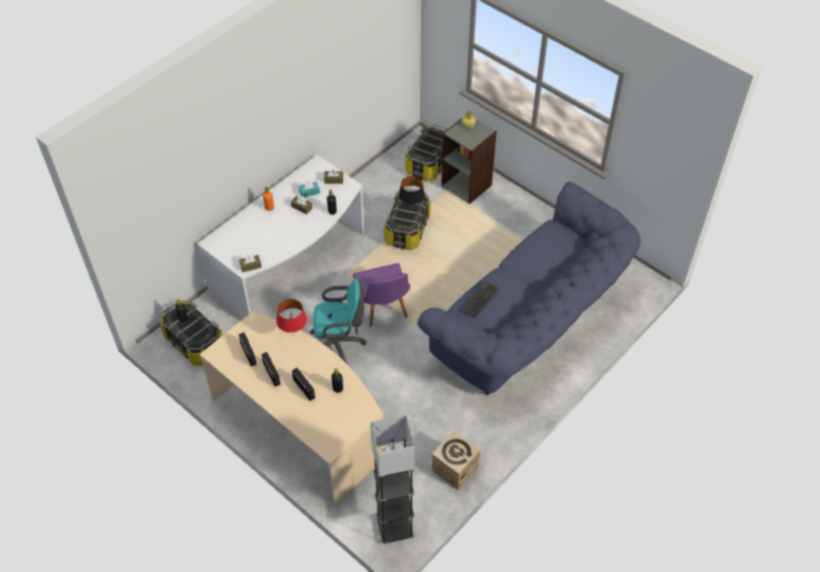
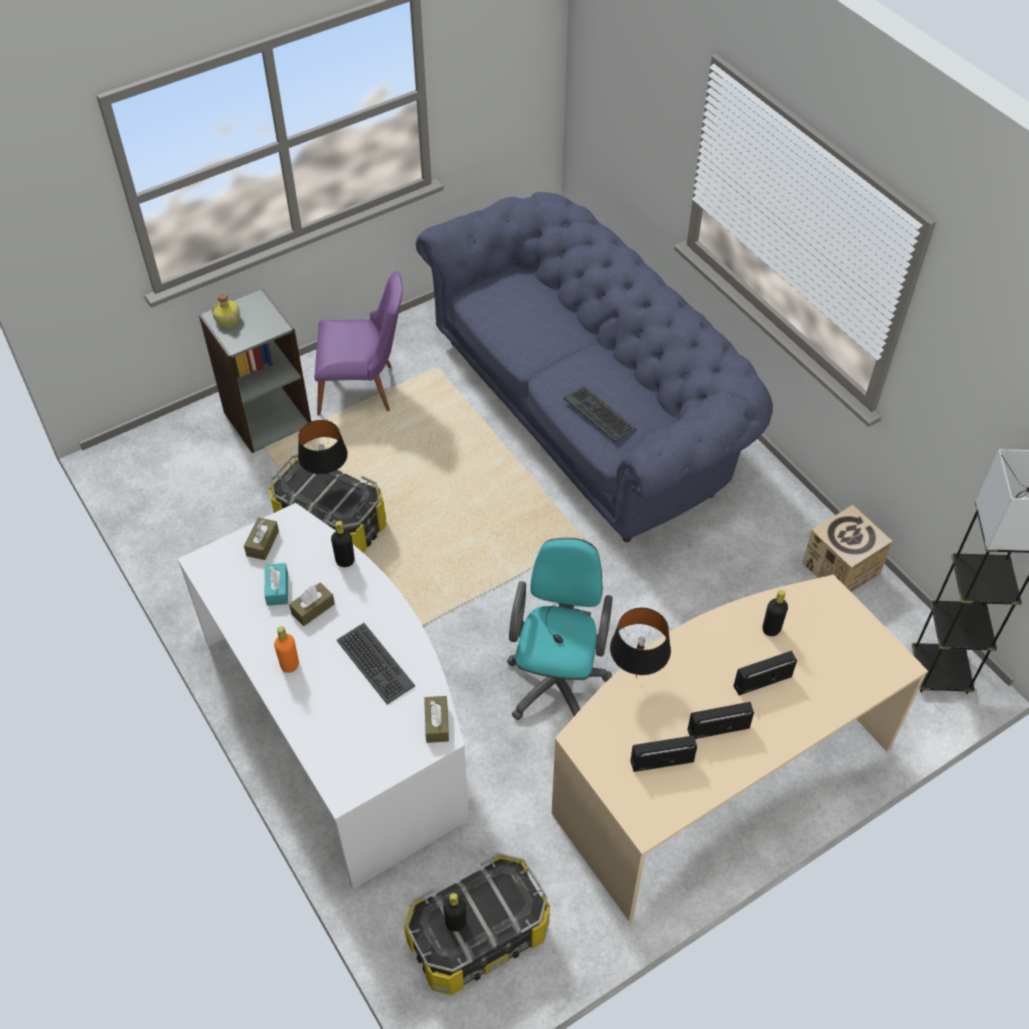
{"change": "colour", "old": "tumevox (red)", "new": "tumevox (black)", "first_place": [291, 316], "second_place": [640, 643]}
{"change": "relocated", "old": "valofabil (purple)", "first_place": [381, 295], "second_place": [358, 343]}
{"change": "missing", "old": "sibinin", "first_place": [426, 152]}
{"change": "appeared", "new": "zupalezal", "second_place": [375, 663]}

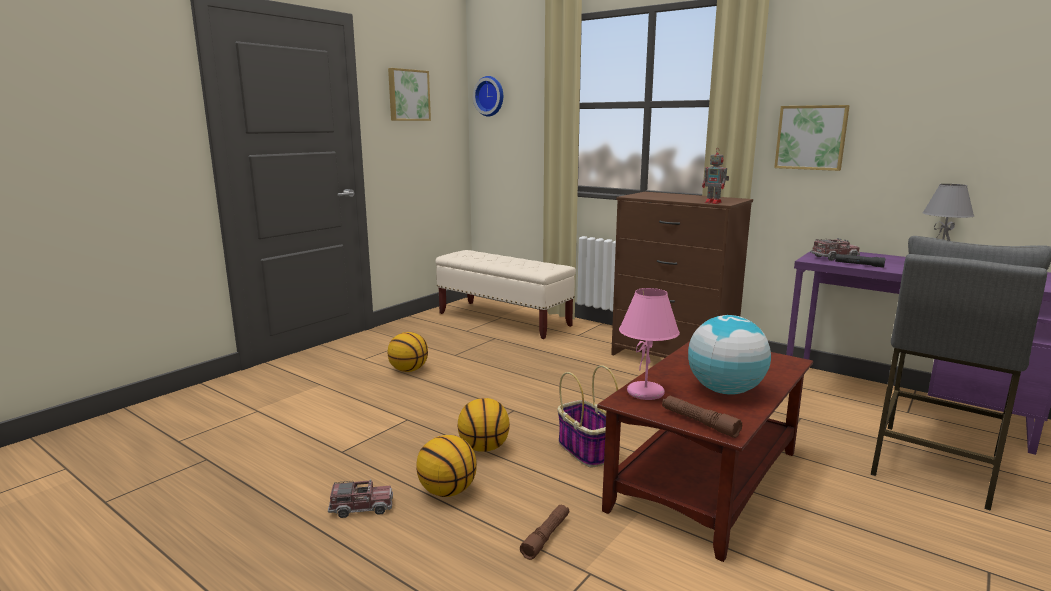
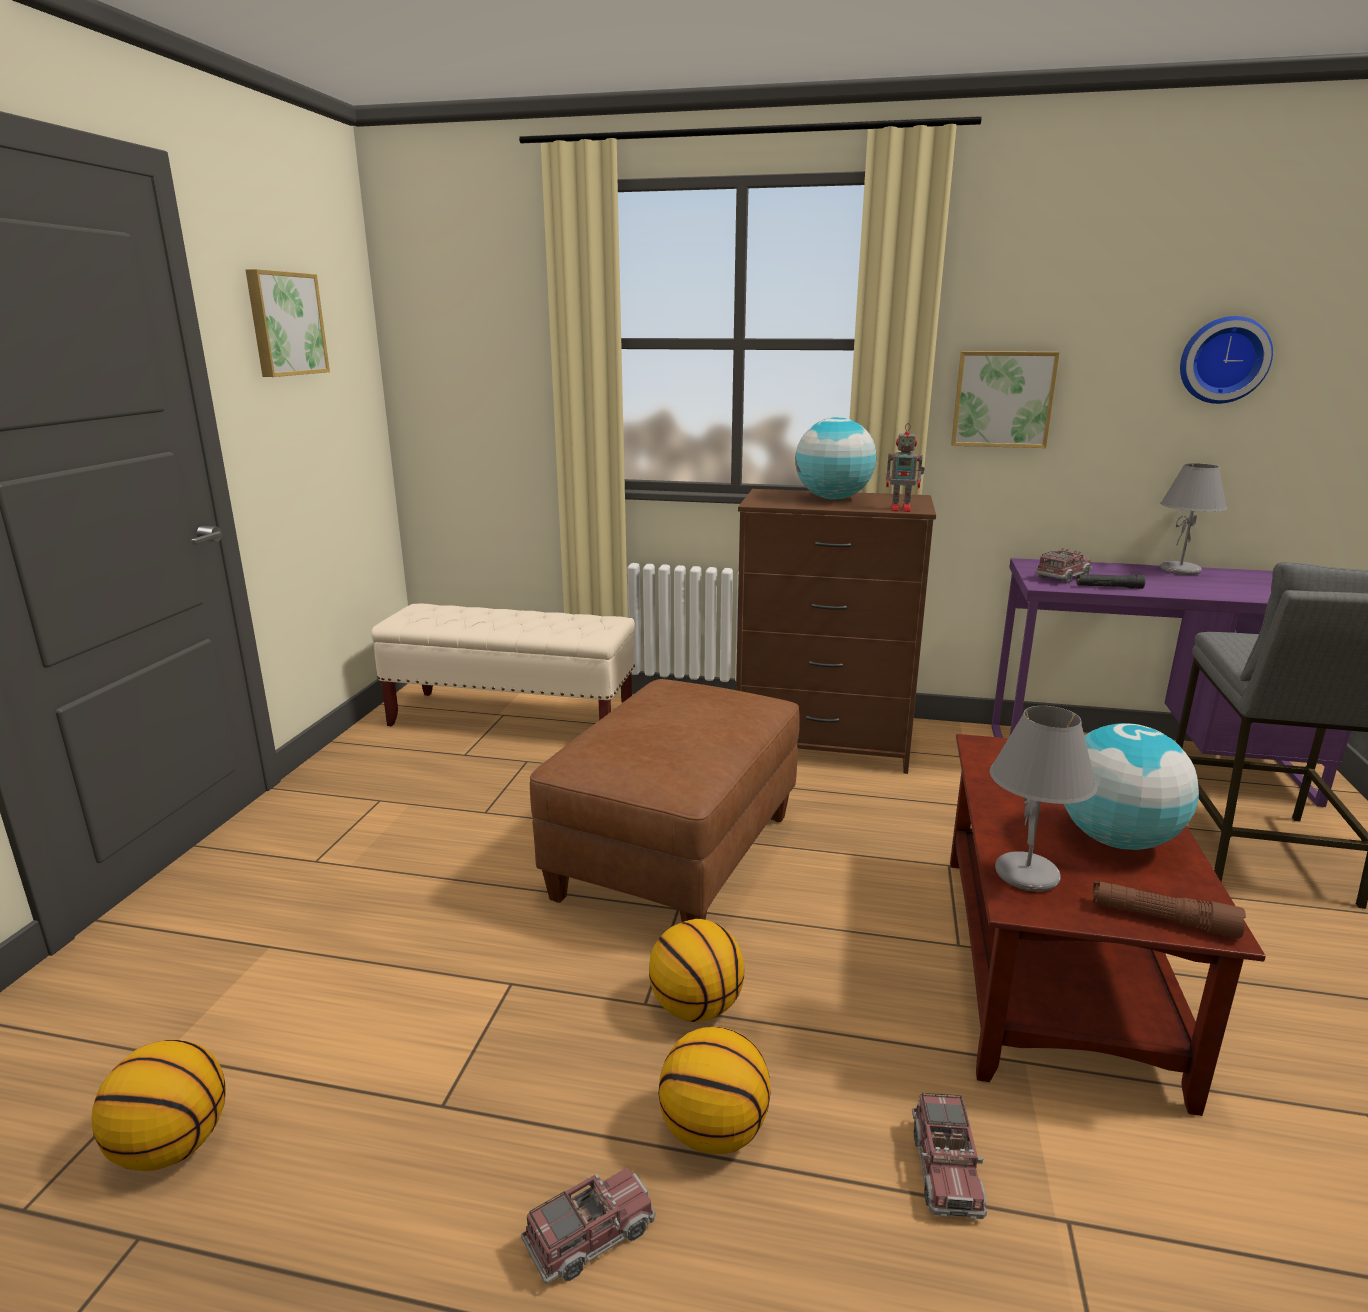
{"change": "relocated", "old": "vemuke", "first_place": [408, 352], "second_place": [159, 1105]}
{"change": "relocated", "old": "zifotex", "first_place": [488, 96], "second_place": [1226, 360]}
{"change": "exchanged", "old": "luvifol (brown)", "new": "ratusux", "first_place": [544, 532], "second_place": [949, 1156]}
{"change": "missing", "old": "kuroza", "first_place": [588, 416]}
{"change": "colour", "old": "tumevox (pink)", "new": "tumevox (grey)", "first_place": [649, 344], "second_place": [1043, 798]}
{"change": "appeared", "new": "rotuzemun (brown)", "second_place": [665, 800]}
{"change": "appeared", "new": "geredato", "second_place": [835, 458]}

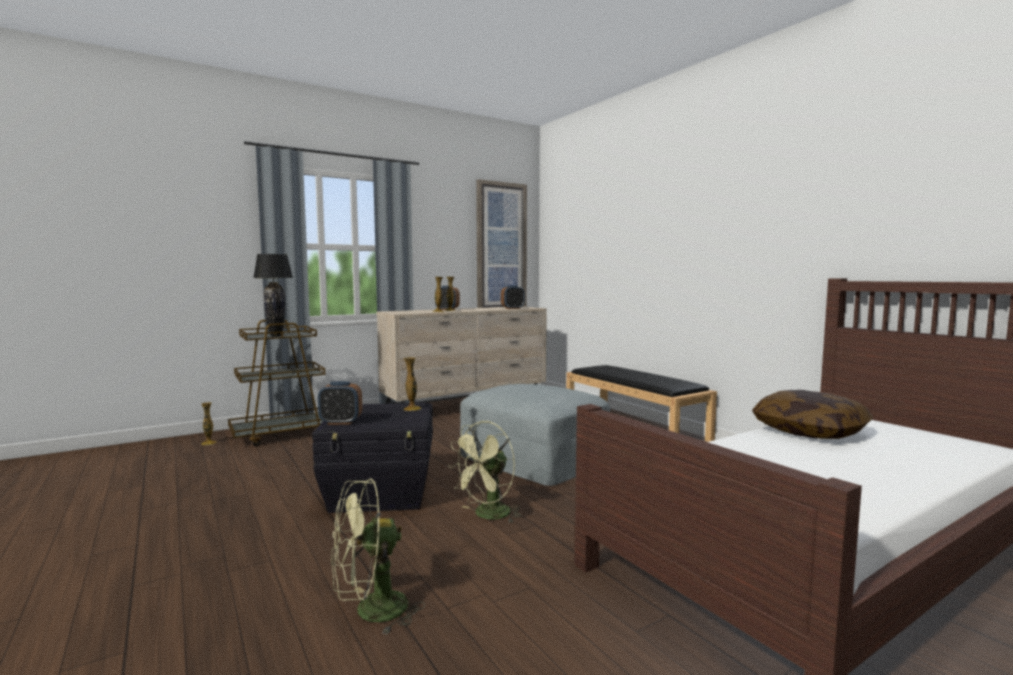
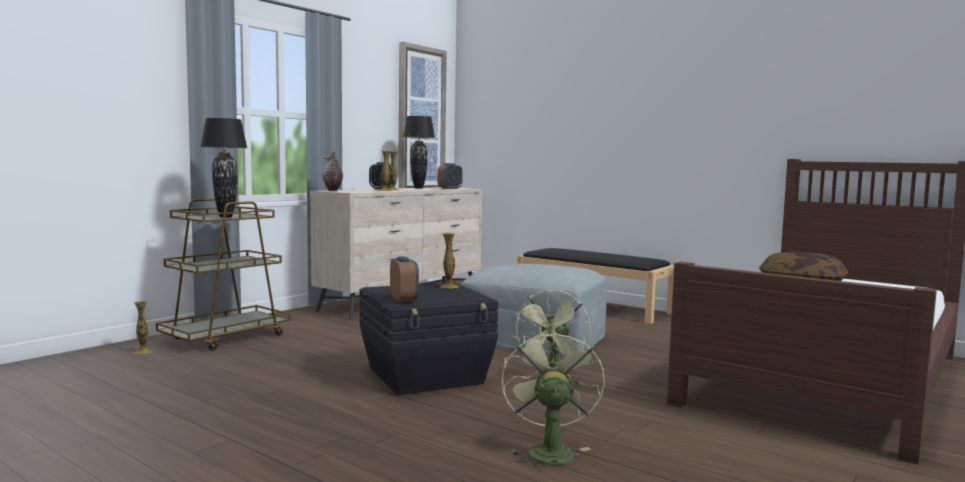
{"change": "spun", "old": "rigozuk", "first_place": [340, 403], "second_place": [404, 279], "degrees": -90}
{"change": "spun", "old": "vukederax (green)", "first_place": [378, 556], "second_place": [553, 399], "degrees": 135}
{"change": "appeared", "new": "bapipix", "second_place": [332, 170]}
{"change": "appeared", "new": "tumevox (black)", "second_place": [419, 152]}

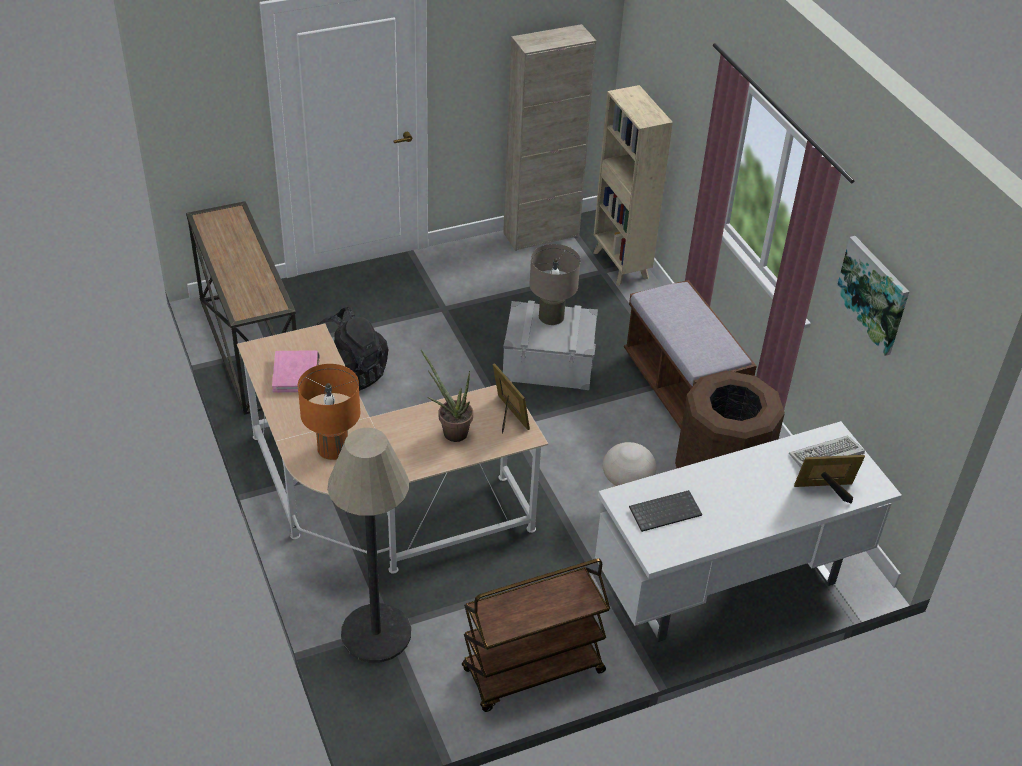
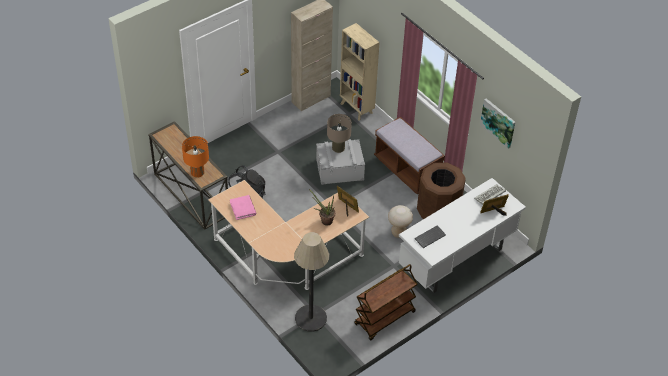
{"change": "relocated", "old": "tumevox (orange)", "first_place": [329, 412], "second_place": [195, 157]}

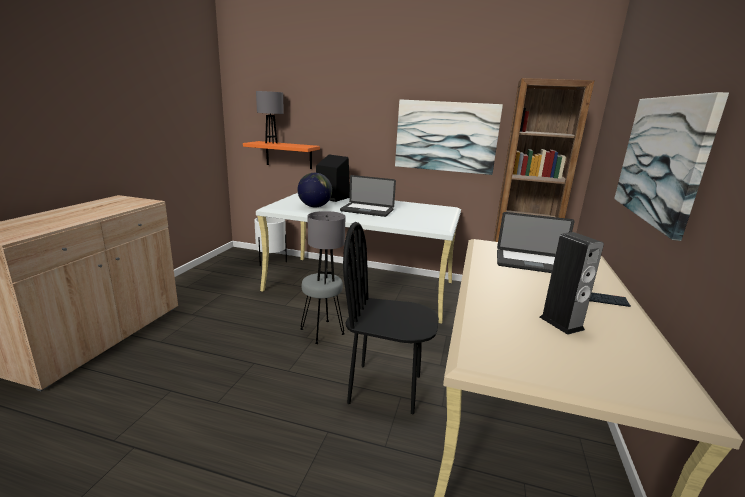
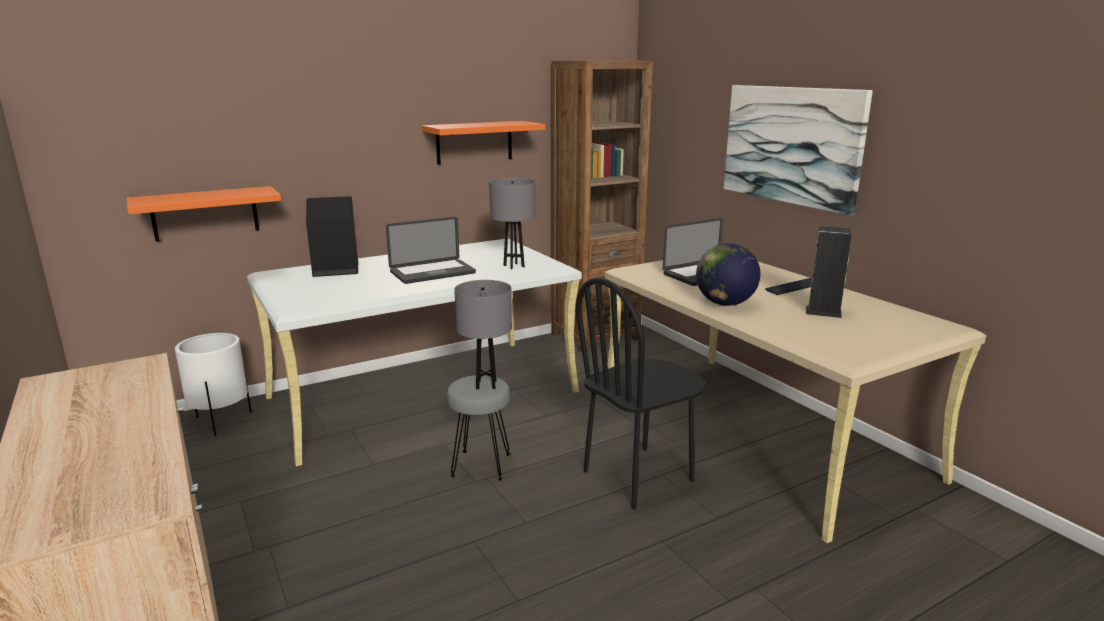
{"change": "relocated", "old": "tumevox (grey)", "first_place": [270, 117], "second_place": [512, 223]}
{"change": "relocated", "old": "geredato", "first_place": [314, 190], "second_place": [728, 274]}
{"change": "exchanged", "old": "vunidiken", "new": "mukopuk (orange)", "first_place": [449, 137], "second_place": [483, 143]}

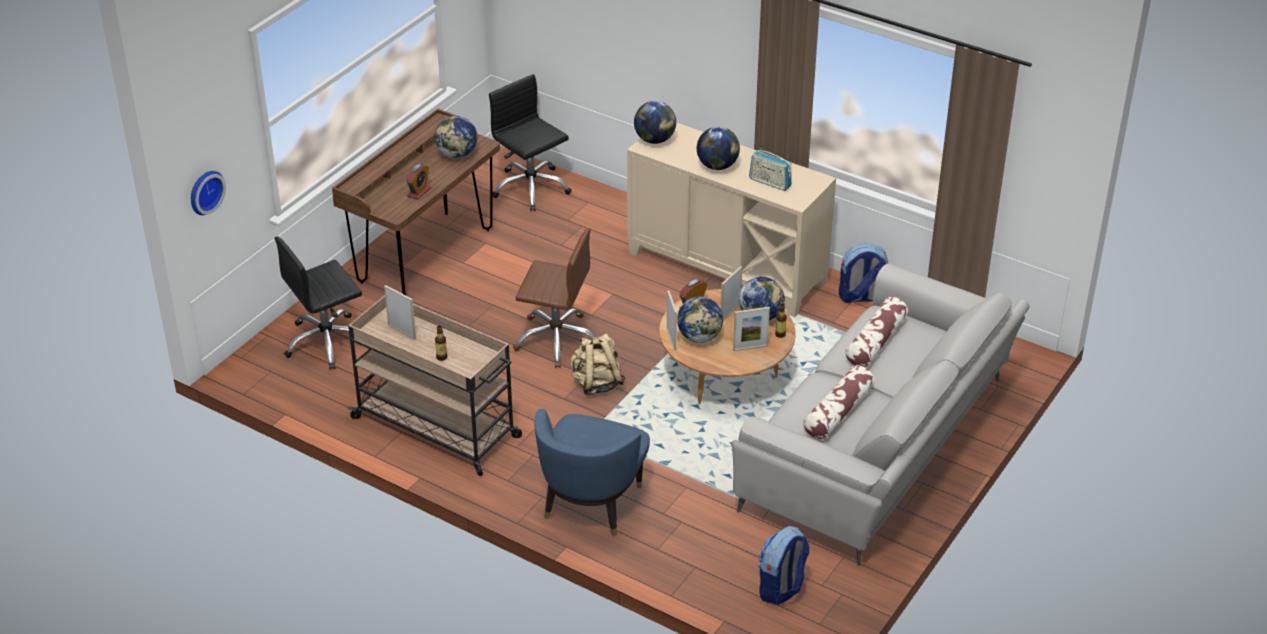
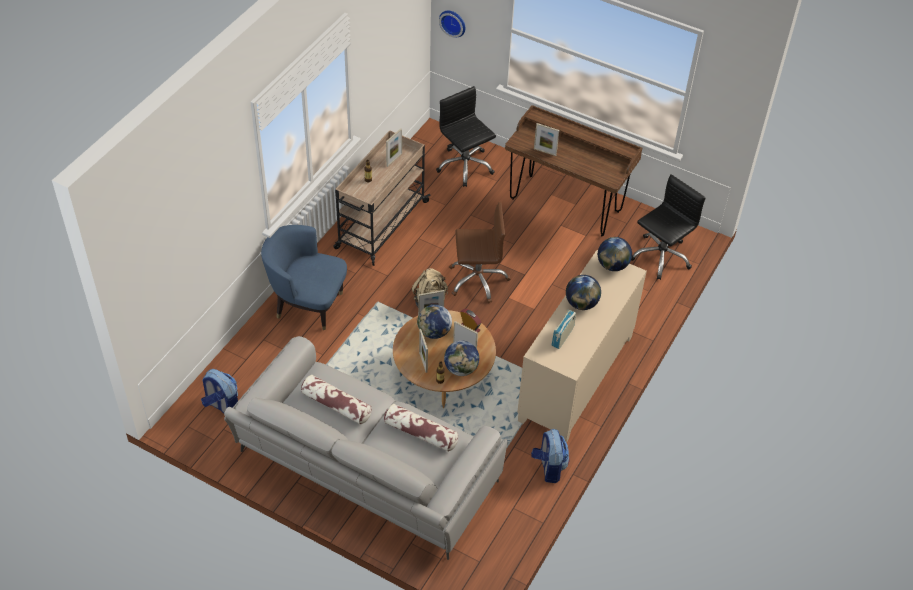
{"change": "exchanged", "old": "rigozuk", "new": "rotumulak", "first_place": [418, 182], "second_place": [546, 139]}
{"change": "missing", "old": "geredato", "first_place": [456, 137]}
{"change": "spun", "old": "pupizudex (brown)", "first_place": [554, 298], "second_place": [479, 252], "degrees": -105}

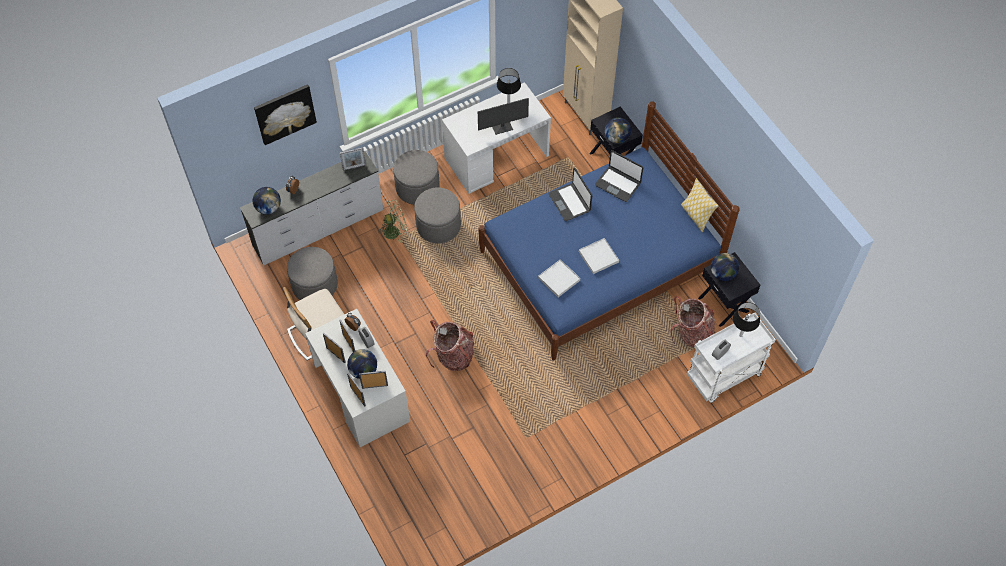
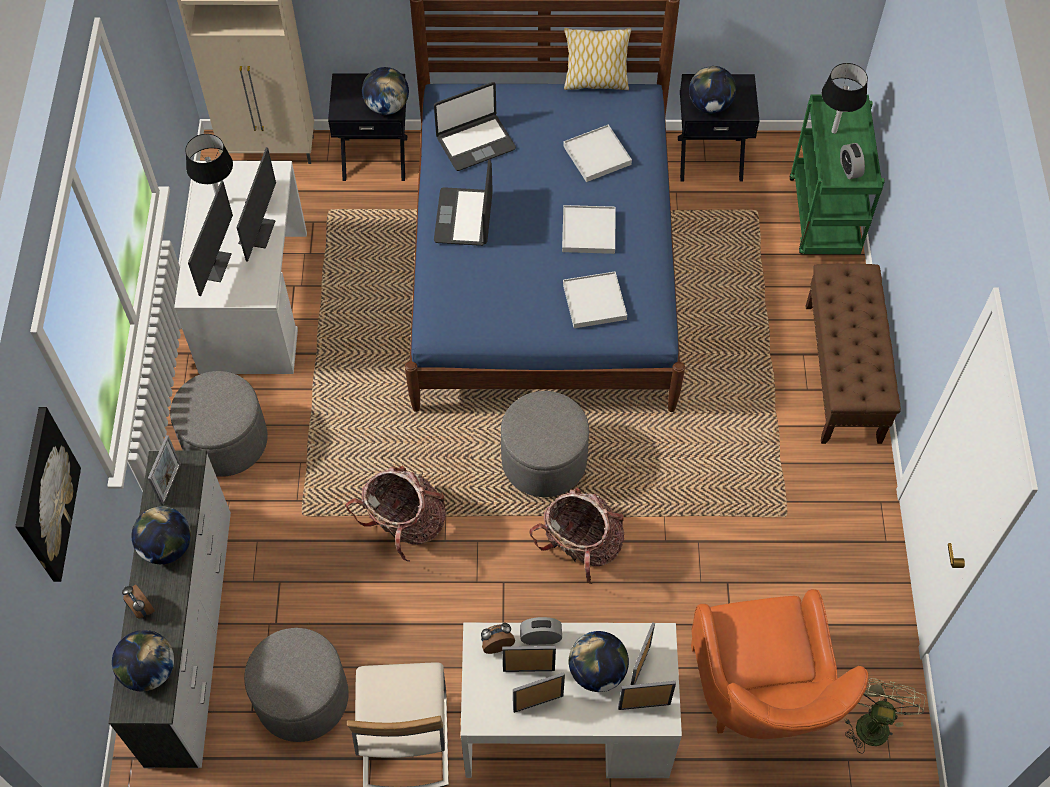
{"change": "relocated", "old": "vukederax (green)", "first_place": [392, 221], "second_place": [884, 716]}
{"change": "relocated", "old": "rotuzemun (grey)", "first_place": [437, 215], "second_place": [545, 444]}
{"change": "spun", "old": "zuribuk", "first_place": [570, 194], "second_place": [463, 203], "degrees": 90}
{"change": "relocated", "old": "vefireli", "first_place": [692, 321], "second_place": [396, 514]}
{"change": "colour", "old": "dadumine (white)", "new": "dadumine (green)", "first_place": [731, 357], "second_place": [837, 174]}
{"change": "appeared", "new": "geredato", "second_place": [161, 535]}
{"change": "appeared", "new": "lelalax", "second_place": [210, 238]}
{"change": "appeared", "new": "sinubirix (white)", "second_place": [597, 153]}
{"change": "appeared", "new": "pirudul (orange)", "second_place": [779, 664]}
{"change": "appeared", "new": "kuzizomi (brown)", "second_place": [853, 354]}

